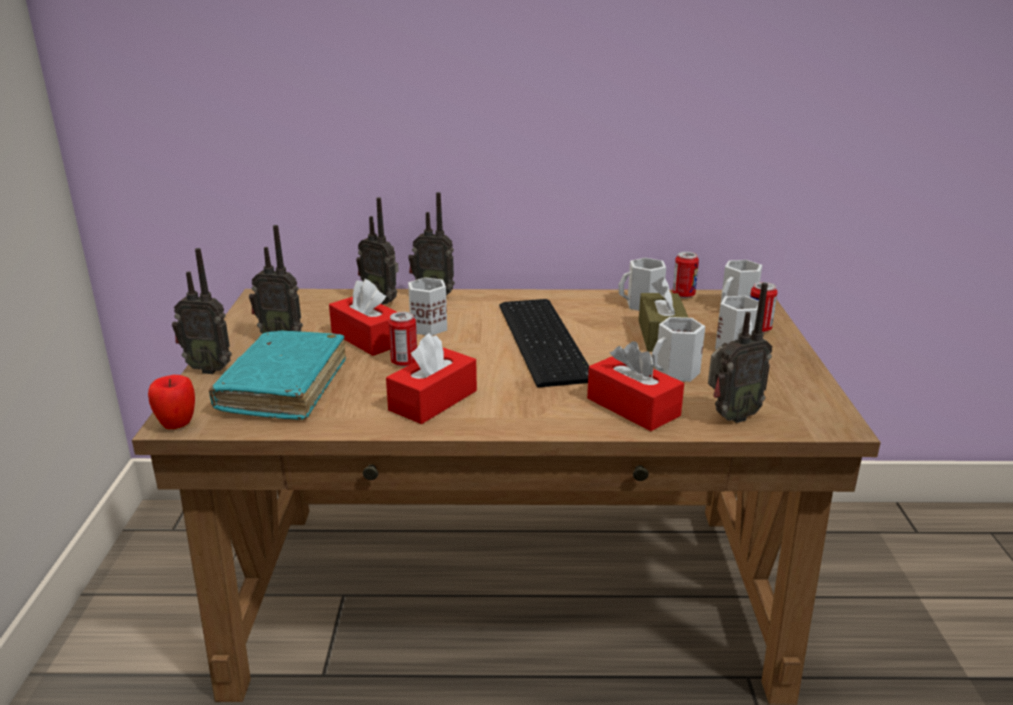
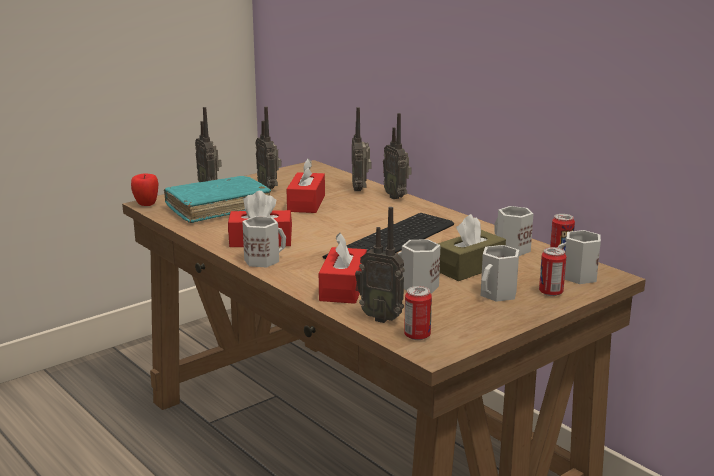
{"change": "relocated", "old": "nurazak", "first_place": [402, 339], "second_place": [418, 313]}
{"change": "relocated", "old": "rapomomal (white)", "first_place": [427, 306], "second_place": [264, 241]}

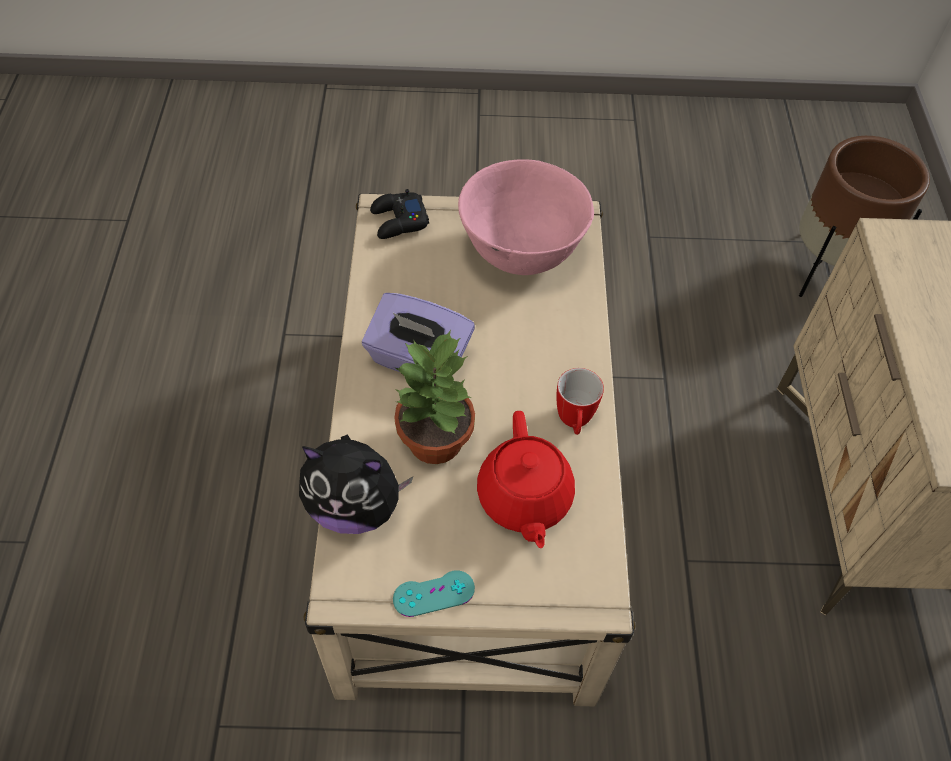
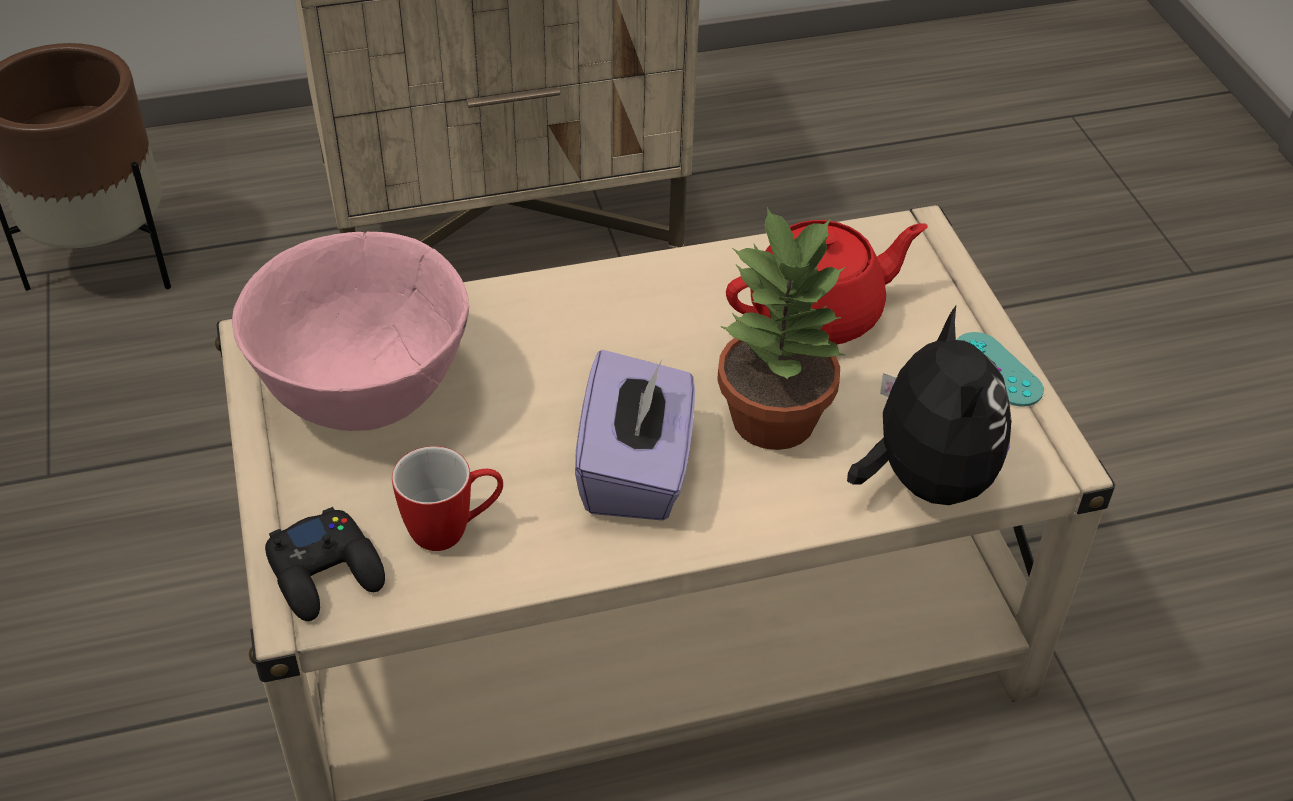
{"change": "relocated", "old": "rapomomal", "first_place": [580, 401], "second_place": [447, 498]}

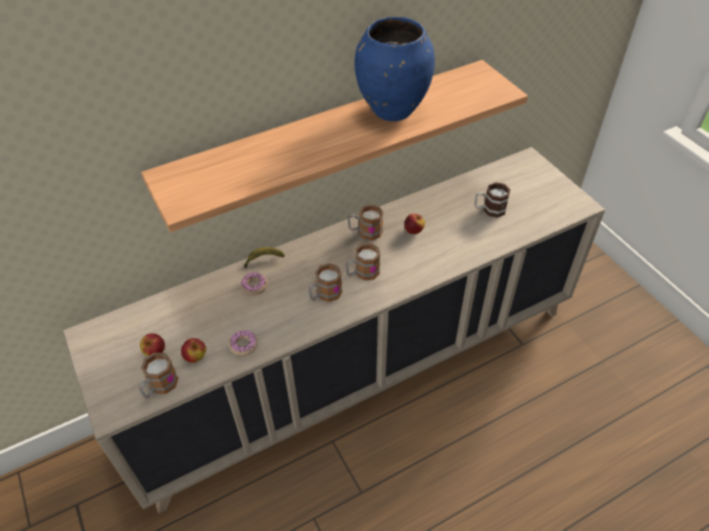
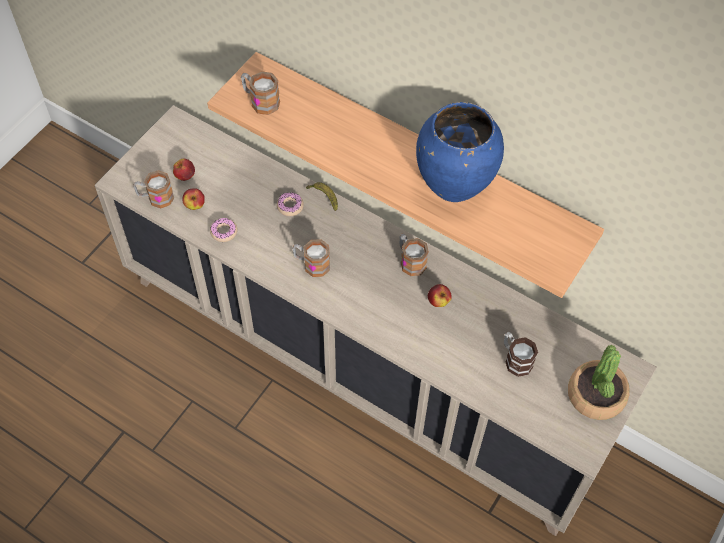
{"change": "relocated", "old": "rapomomal", "first_place": [362, 261], "second_place": [260, 93]}
{"change": "appeared", "new": "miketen", "second_place": [599, 382]}

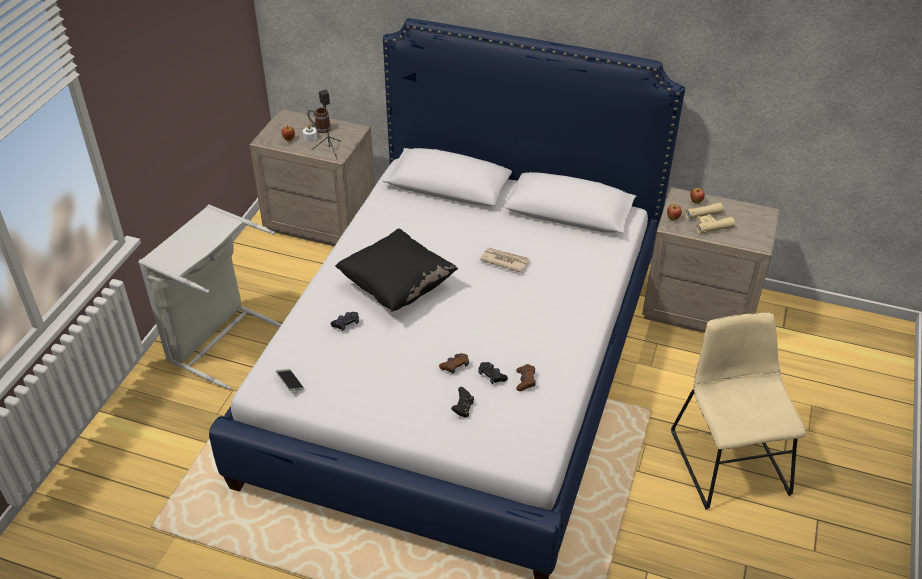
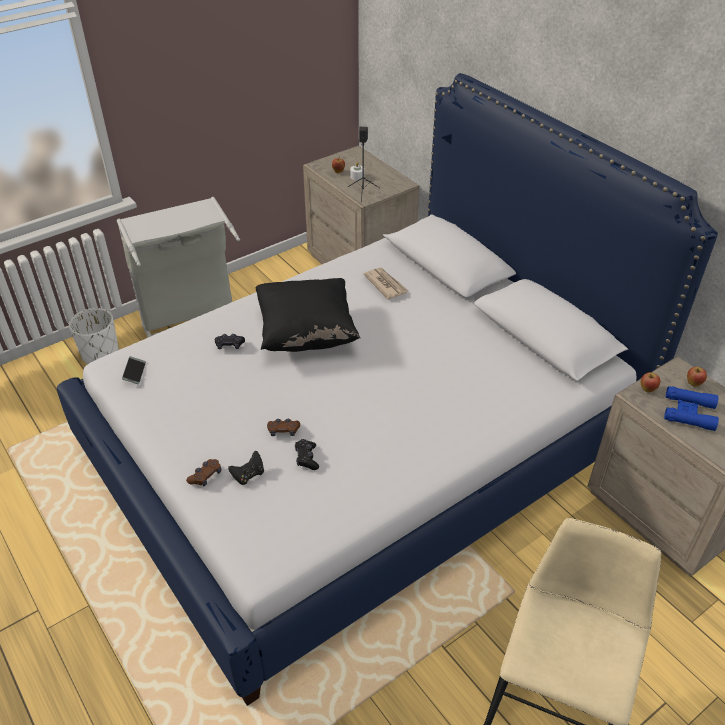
{"change": "missing", "old": "rapomomal", "first_place": [319, 120]}
{"change": "relocated", "old": "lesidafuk", "first_place": [505, 260], "second_place": [386, 283]}
{"change": "relocated", "old": "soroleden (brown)", "first_place": [526, 377], "second_place": [203, 473]}
{"change": "colour", "old": "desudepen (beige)", "new": "desudepen (blue)", "first_place": [710, 218], "second_place": [691, 408]}
{"change": "appeared", "new": "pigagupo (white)", "second_place": [94, 336]}

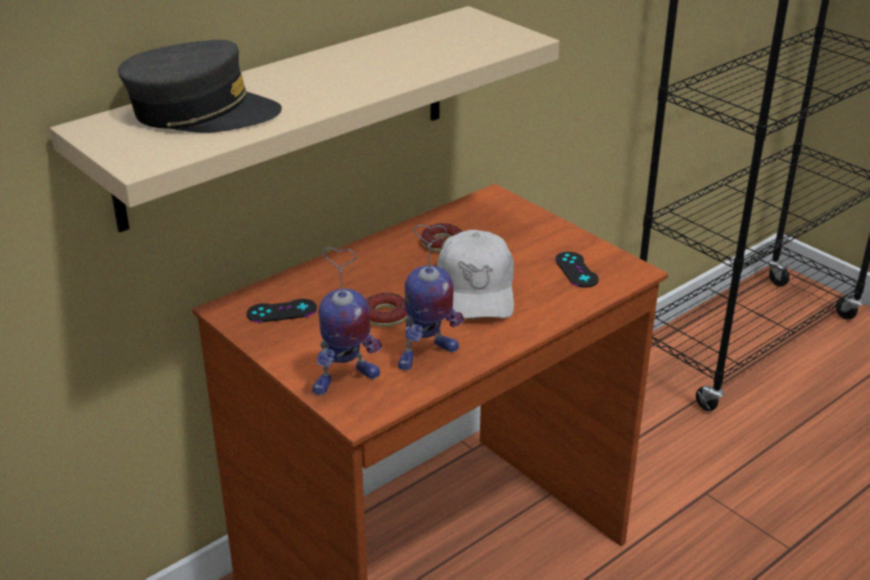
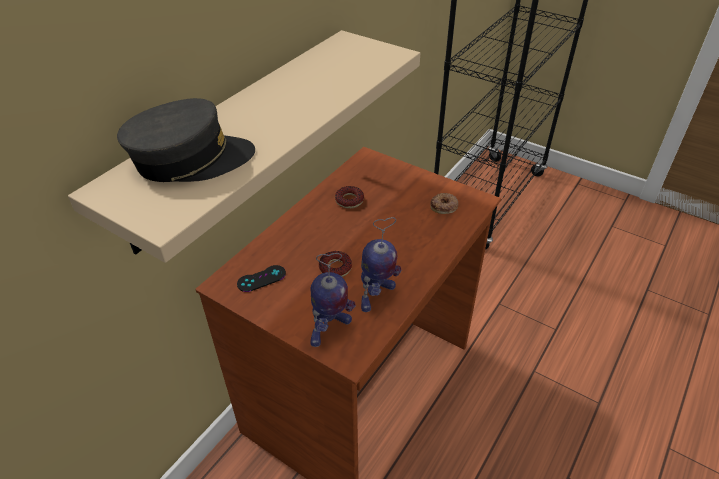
{"change": "missing", "old": "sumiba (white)", "first_place": [475, 274]}
{"change": "exchanged", "old": "soroleden (black)", "new": "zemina", "first_place": [577, 270], "second_place": [444, 203]}

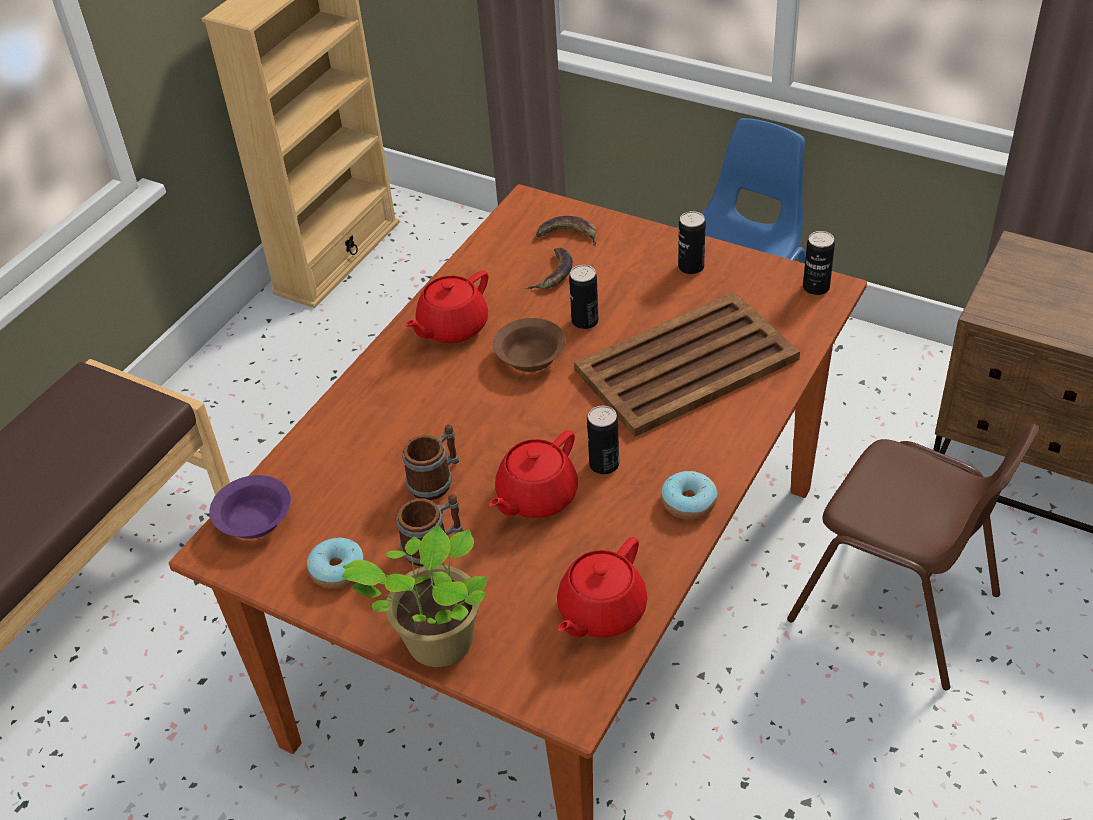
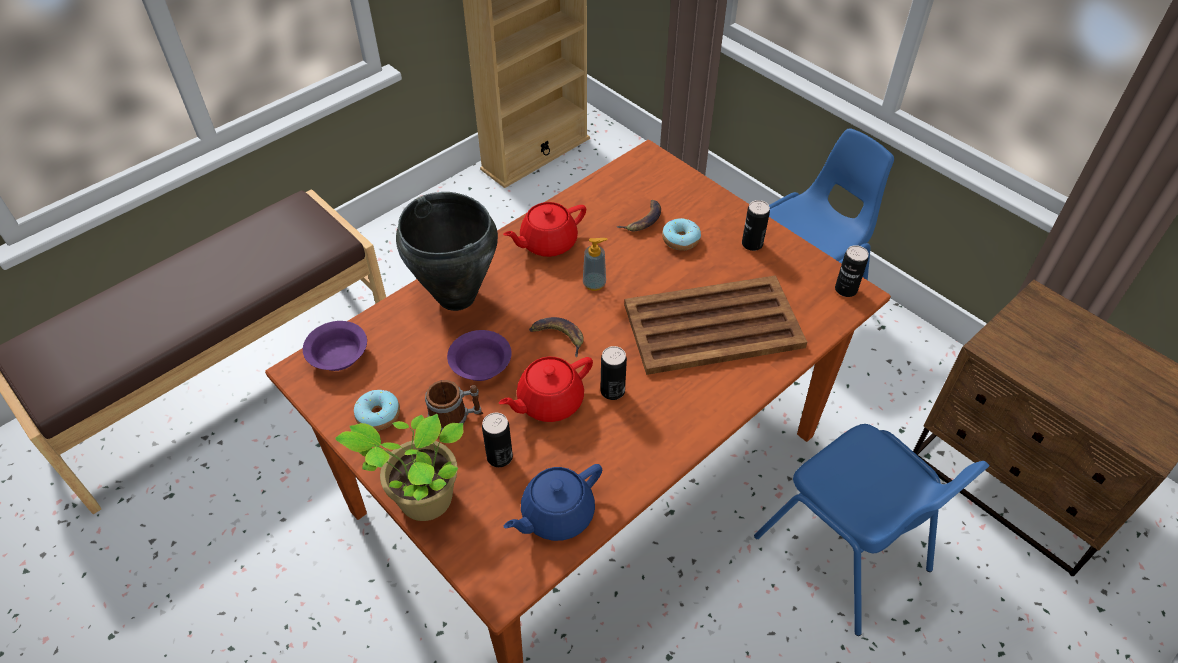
{"change": "exchanged", "old": "rapomomal", "new": "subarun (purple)", "first_place": [430, 462], "second_place": [479, 355]}
{"change": "exchanged", "old": "subarun (brown)", "new": "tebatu", "first_place": [529, 345], "second_place": [595, 264]}
{"change": "relocated", "old": "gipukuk", "first_place": [566, 231], "second_place": [556, 337]}
{"change": "colour", "old": "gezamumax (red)", "new": "gezamumax (blue)", "first_place": [602, 587], "second_place": [553, 502]}
{"change": "relocated", "old": "nurazak", "first_place": [584, 297], "second_place": [497, 439]}
{"change": "relocated", "old": "zemina", "first_place": [689, 495], "second_place": [681, 234]}
{"change": "colour", "old": "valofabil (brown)", "new": "valofabil (blue)", "first_place": [913, 557], "second_place": [871, 530]}
{"change": "appeared", "new": "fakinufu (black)", "second_place": [447, 251]}

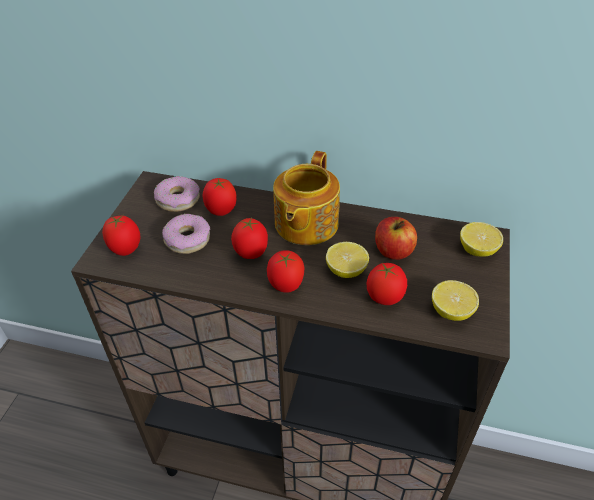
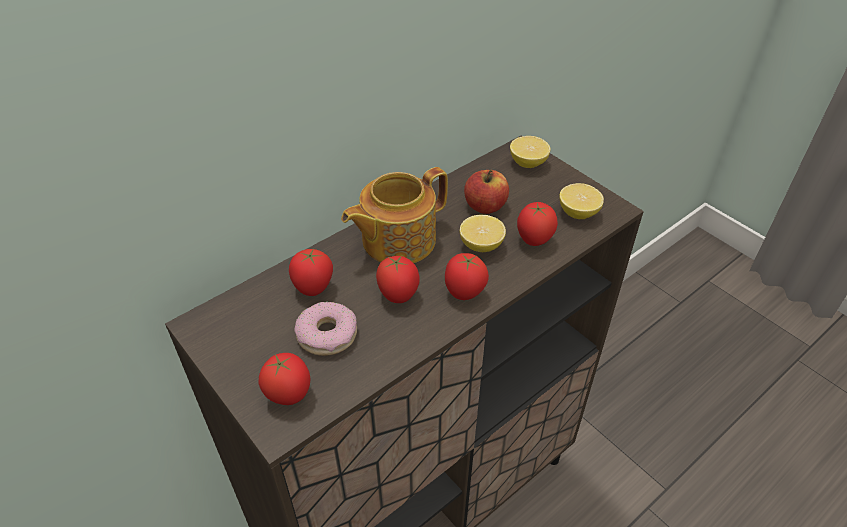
{"change": "missing", "old": "zemina", "first_place": [177, 194]}
{"change": "spun", "old": "gezamumax", "first_place": [306, 198], "second_place": [394, 215], "degrees": 90}

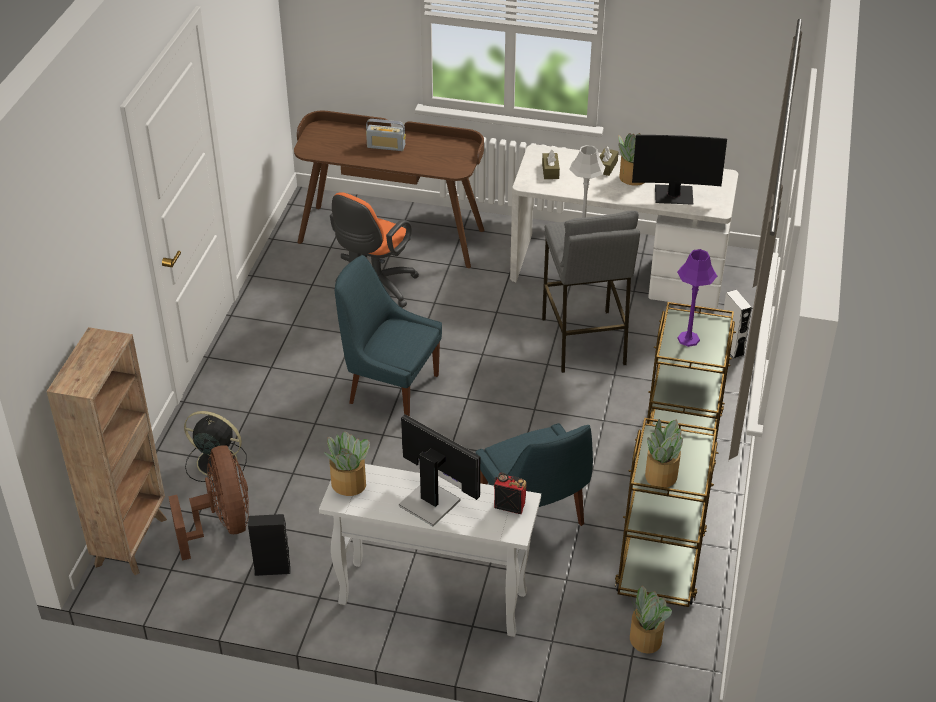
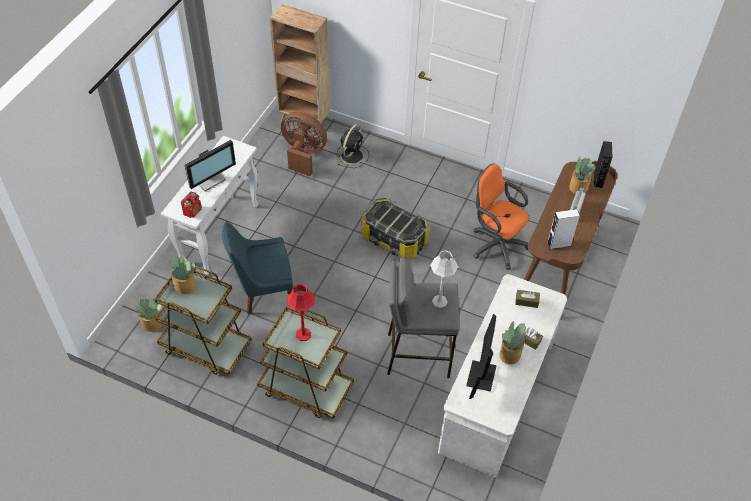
{"change": "spun", "old": "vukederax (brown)", "first_place": [208, 503], "second_place": [304, 143], "degrees": -150}
{"change": "relocated", "old": "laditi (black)", "first_place": [269, 545], "second_place": [603, 165]}
{"change": "relocated", "old": "miketen", "first_place": [347, 463], "second_place": [582, 175]}
{"change": "exchanged", "old": "valofabil (blue)", "new": "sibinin", "first_place": [388, 336], "second_place": [395, 228]}
{"change": "colour", "old": "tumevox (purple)", "new": "tumevox (red)", "first_place": [697, 298], "second_place": [301, 312]}
{"change": "relocated", "old": "laditi (white)", "first_place": [737, 324], "second_place": [563, 229]}

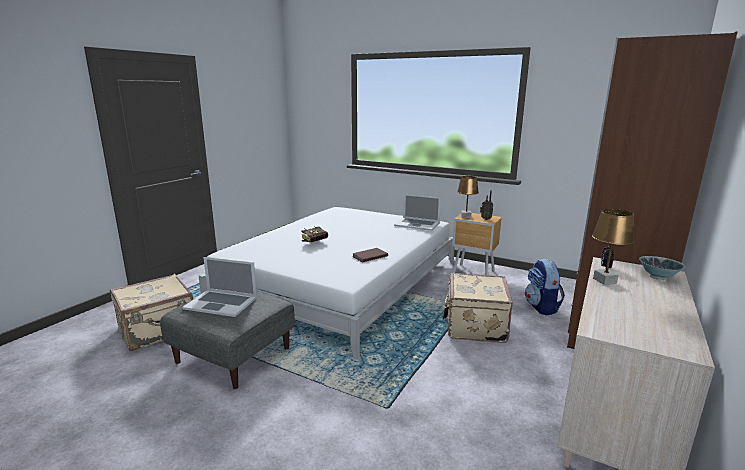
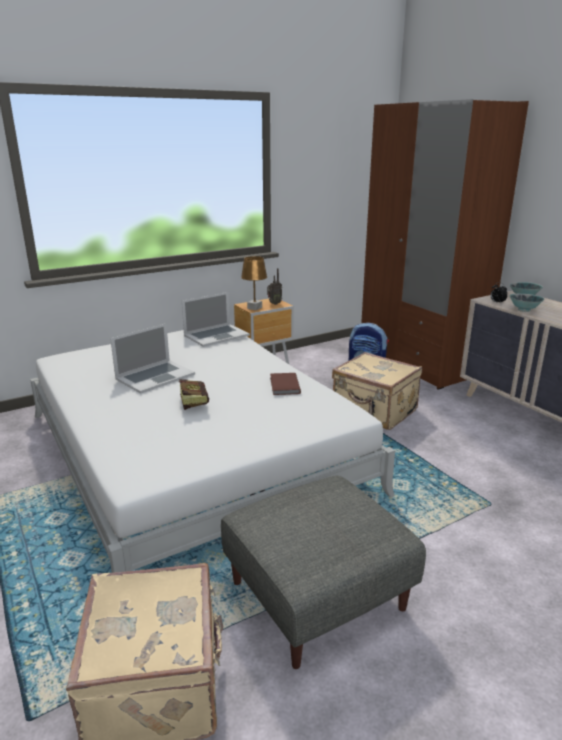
{"change": "relocated", "old": "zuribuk", "first_place": [219, 287], "second_place": [152, 359]}
{"change": "exchanged", "old": "tumevox (brown)", "new": "subarun", "first_place": [613, 247], "second_place": [526, 303]}

